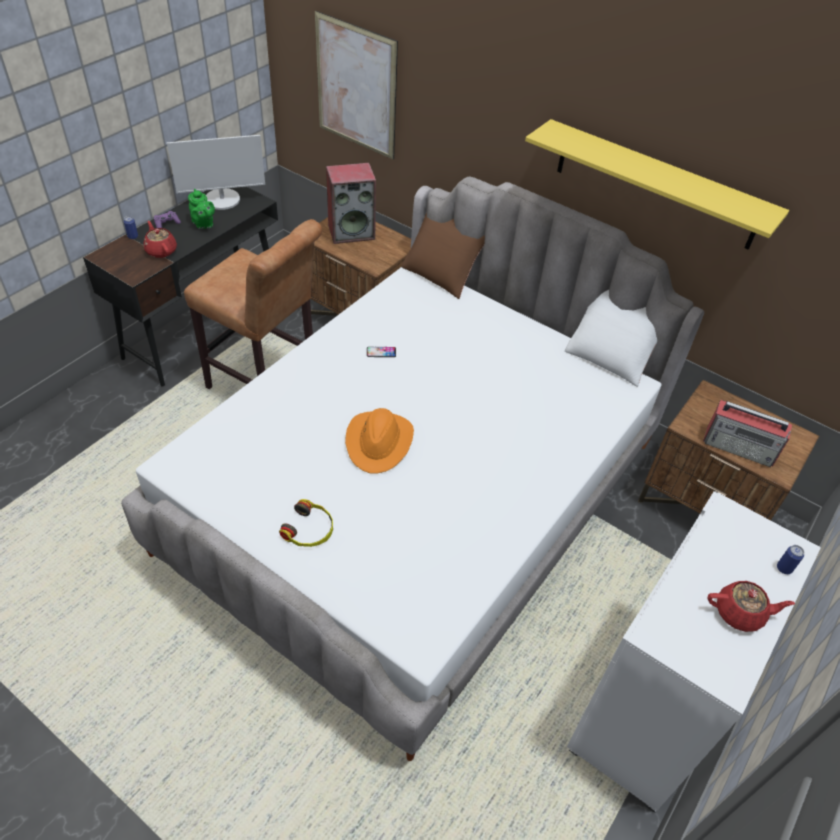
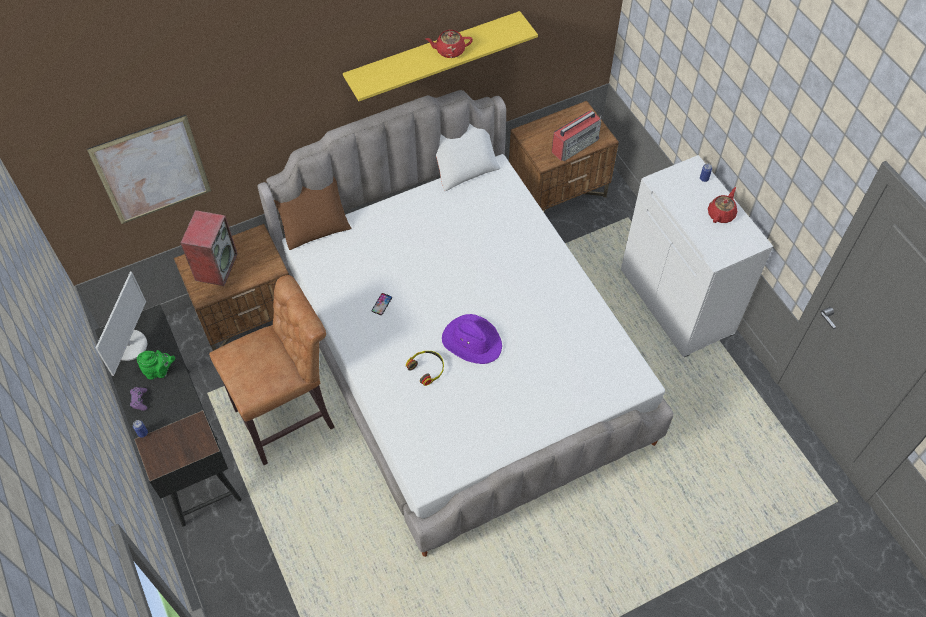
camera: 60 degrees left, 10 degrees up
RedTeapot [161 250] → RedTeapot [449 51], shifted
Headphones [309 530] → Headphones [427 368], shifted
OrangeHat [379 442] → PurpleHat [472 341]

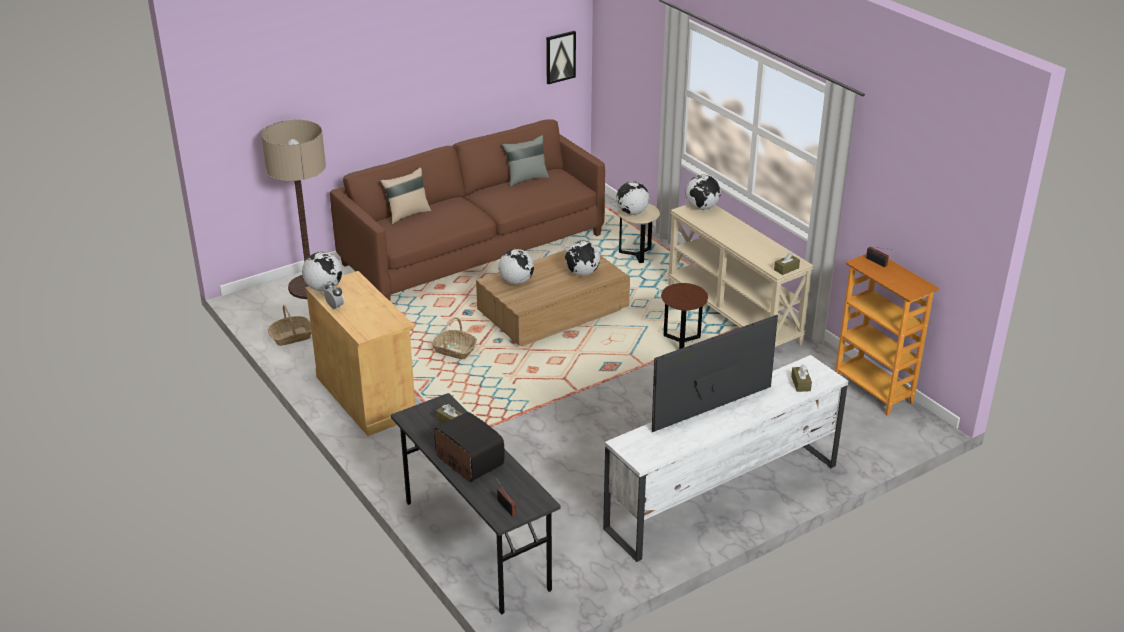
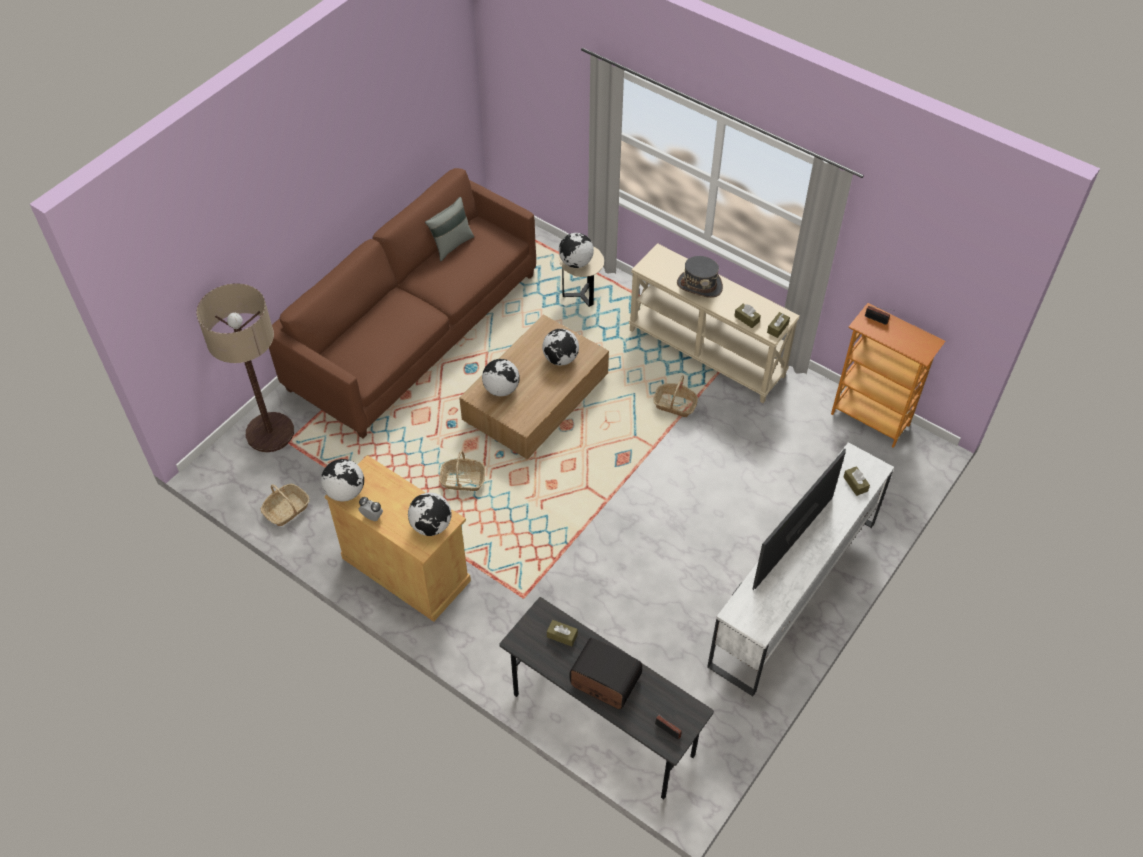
camera: 20 degrees left, 20 degrees up
BeigePillow [407 214] → -
Picture [560 57] → -
BrownSideTable [681 342] → Basket [675 405]
Globe [702 208] → Globe [431 526], shifted
- → GreyHat [699 285]
- → BrownTissueBox [746 319]

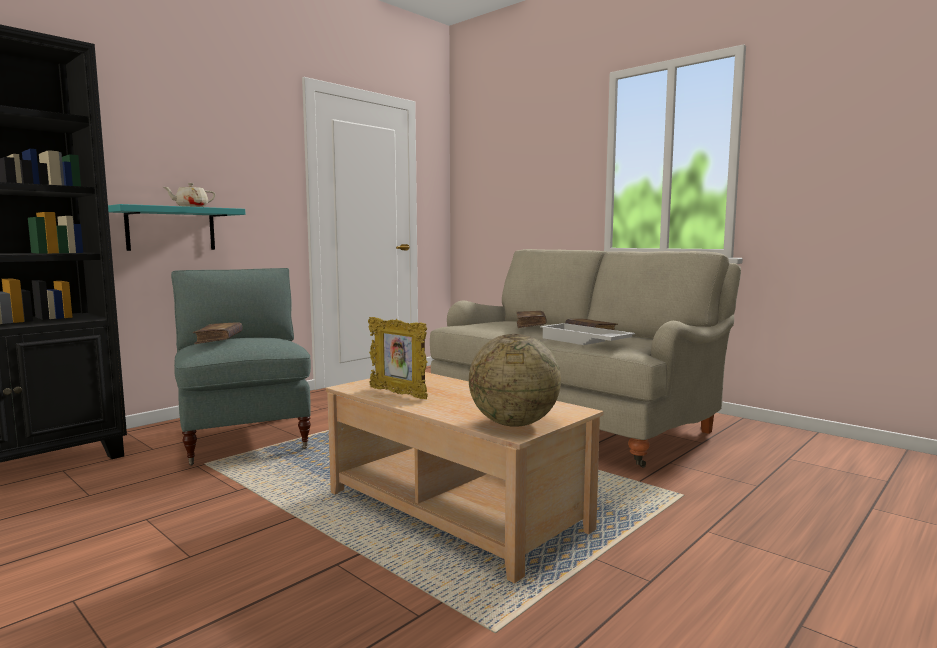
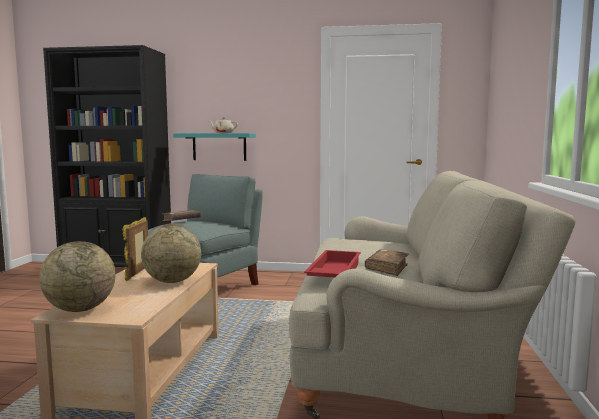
camera: 55 degrees right, 0 degrees up
BrownBook [530 325] → -
WhiteTray [583 341] → RedTray [333 273]
- → Globe [172 281]

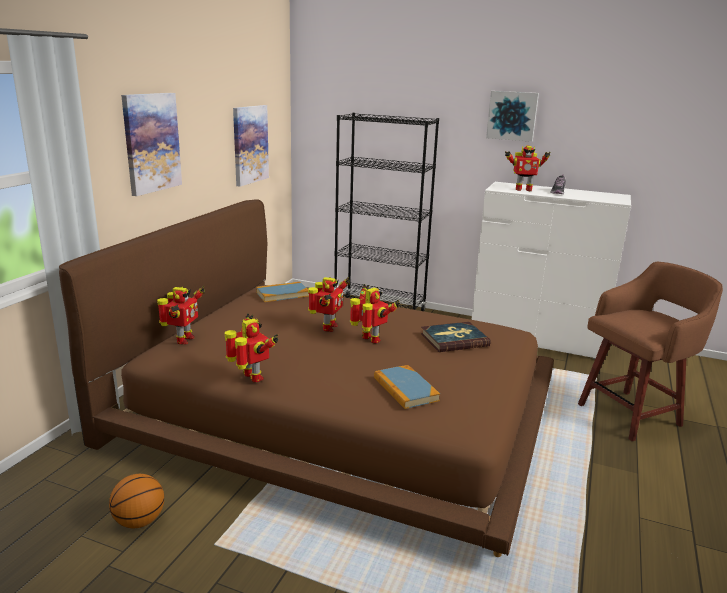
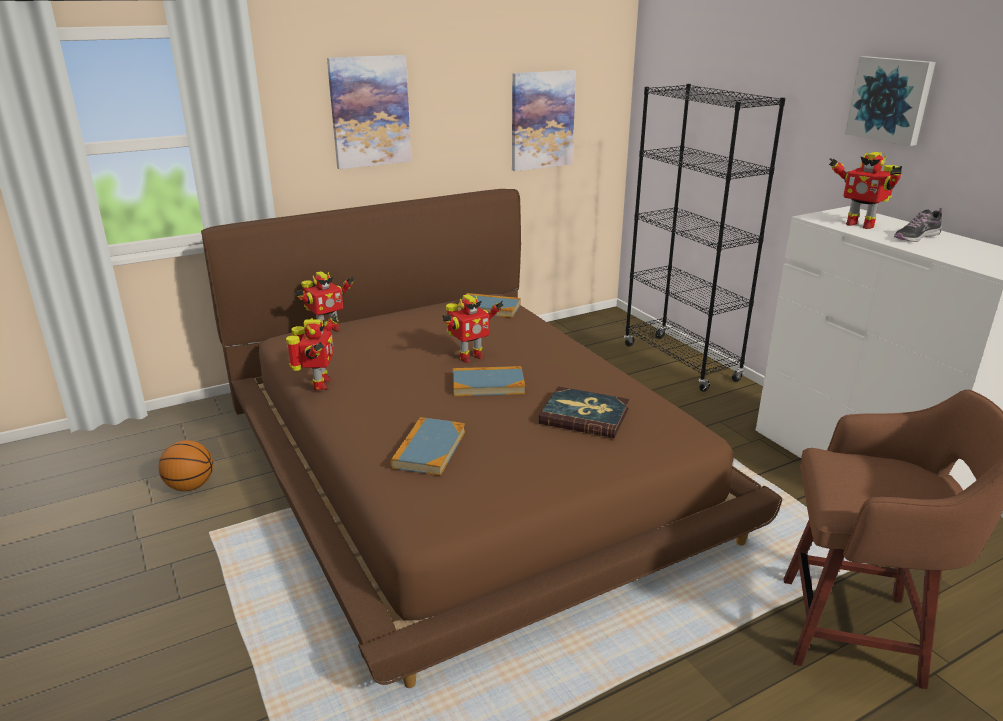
camera: 40 degrees right, 5 degrees up
ToyRobot [370 340] → Book [488 384]

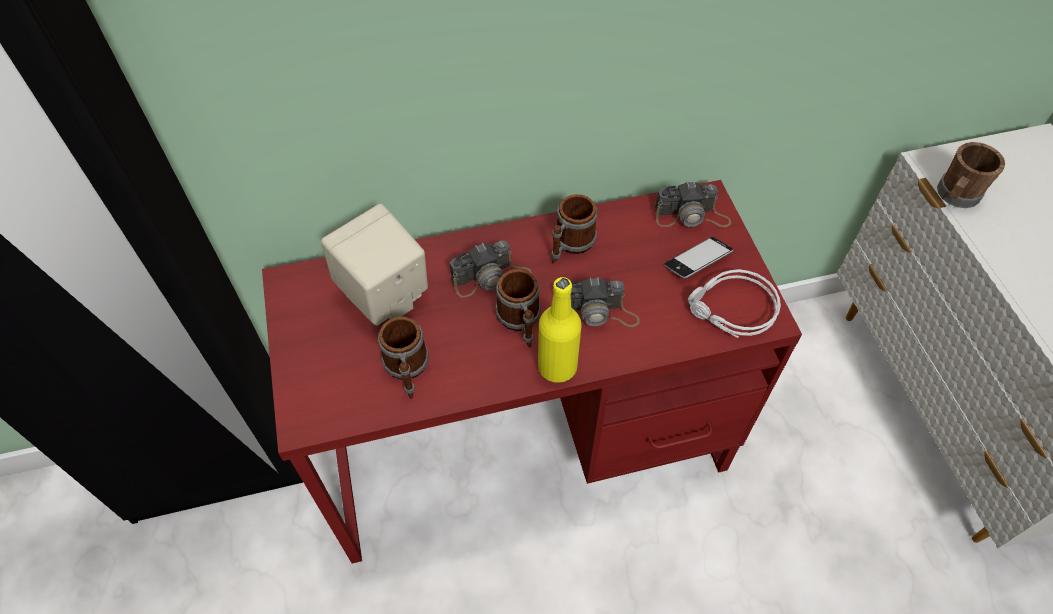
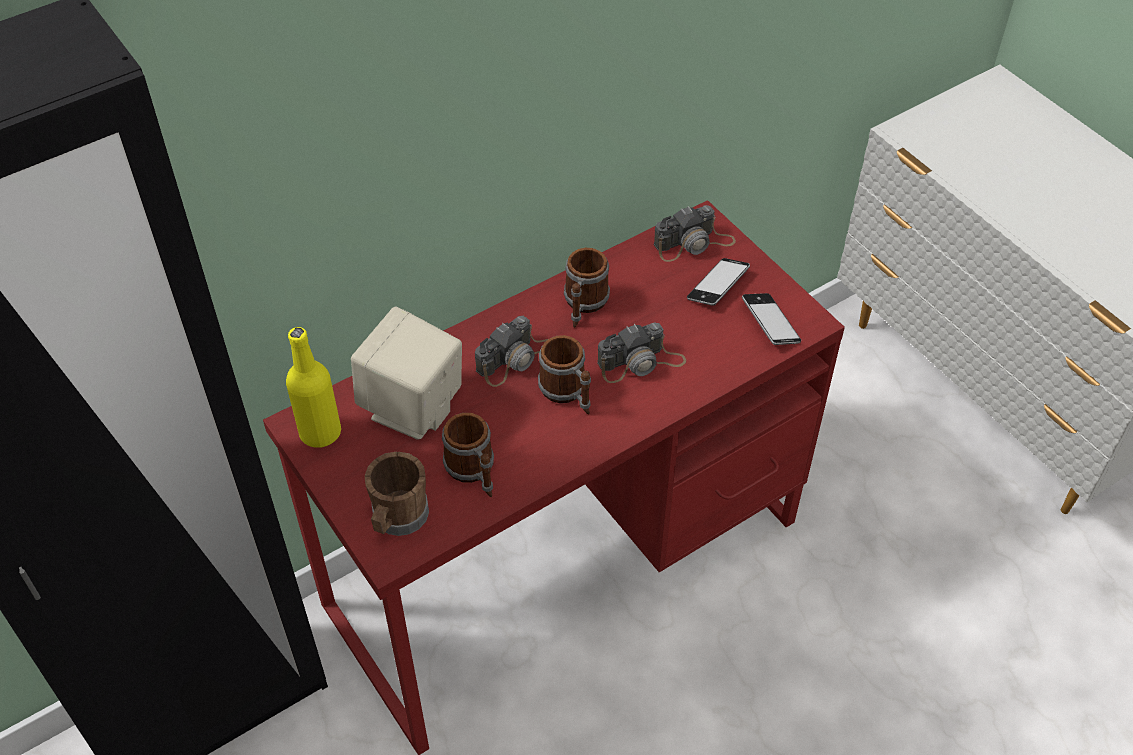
camera: 20 degrees left, 5 degrees down
YellowBottle [557 367] → YellowBottle [320 432], shifted
GreyHeadphones [731 310] → Phone [770 323]
BrownMug [955 196] → BrownMug [398 518], shifted

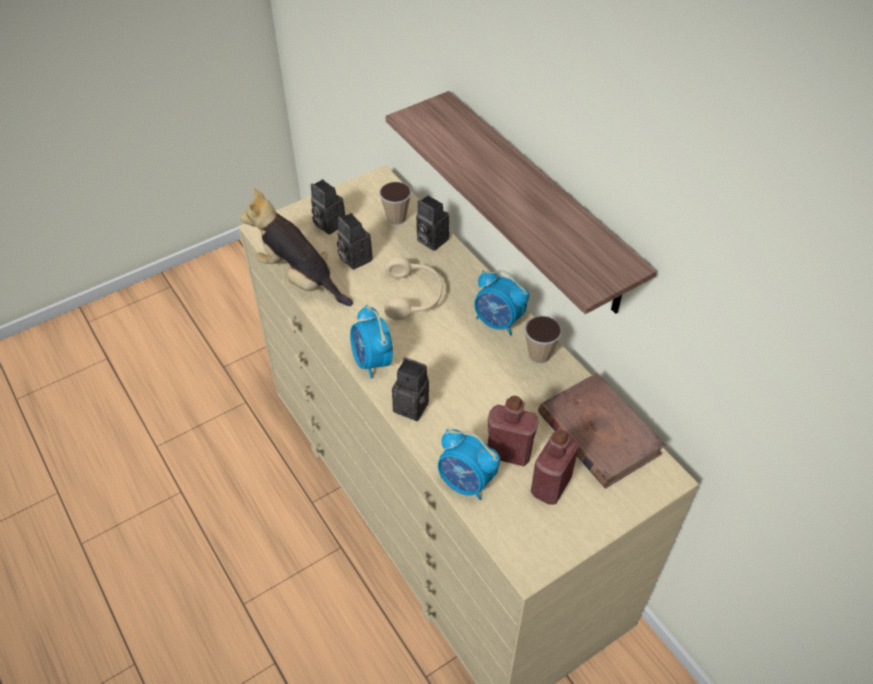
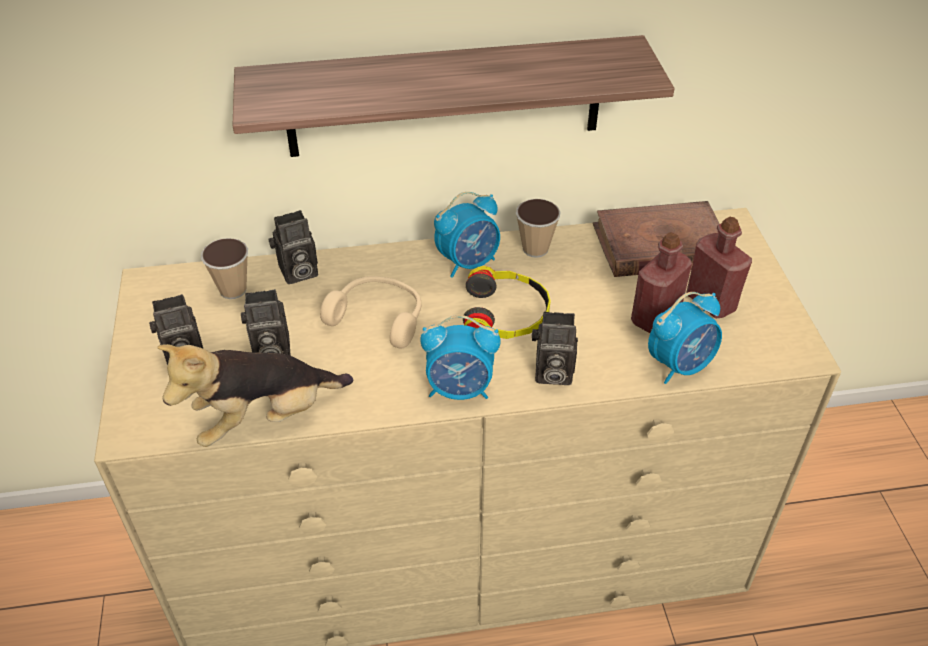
camera: 65 degrees left, 5 degrees down
PhotoCamera [413 406] → PhotoCamera [551 373], 135 degrees counterclockwise
- → Headphones [506 314]

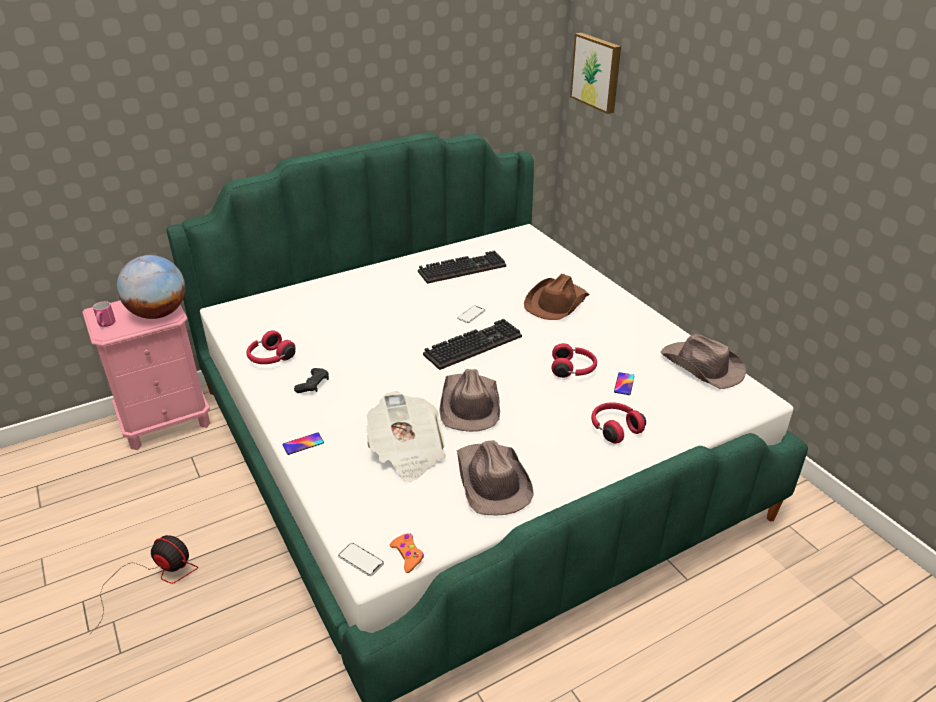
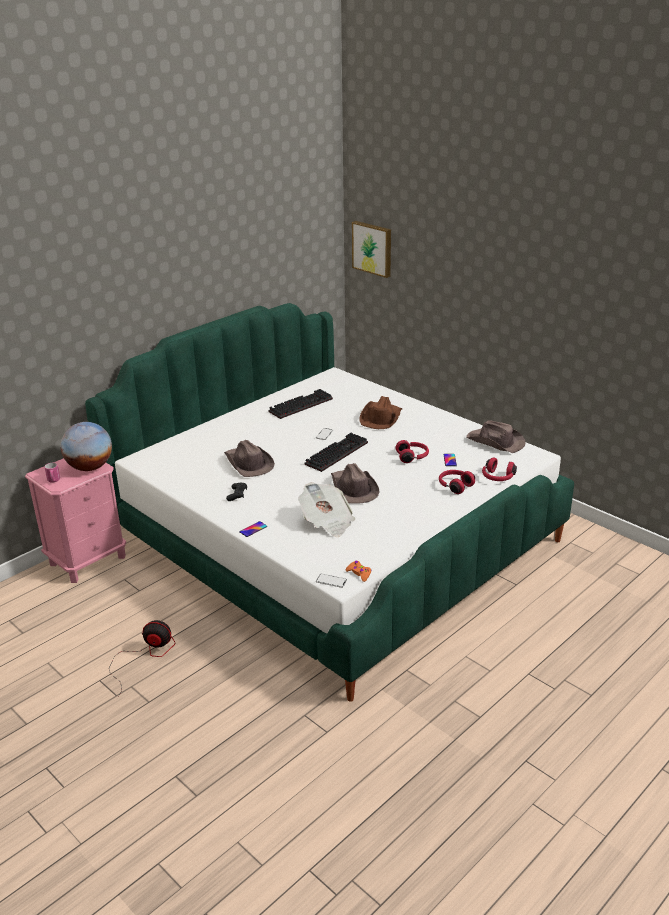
camera: 15 degrees left, 5 degrees down
RedHeadphones [270 358] → RedHeadphones [497 478], shifted
BrownHat [491 481] → BrownHat [248 463], shifted

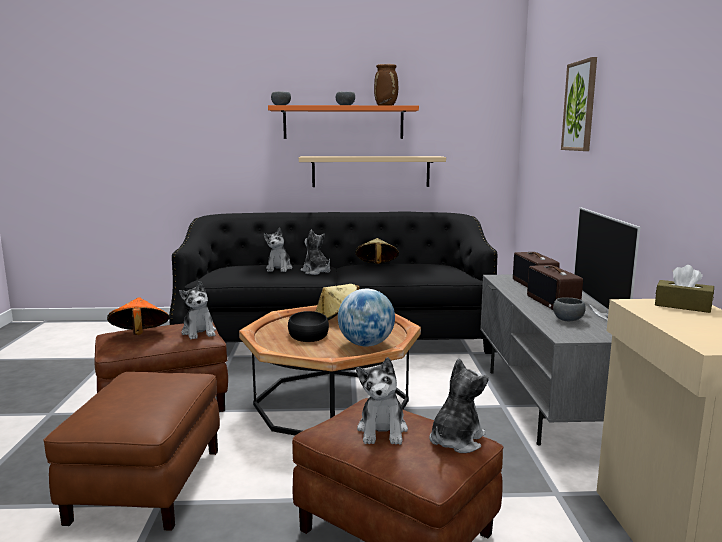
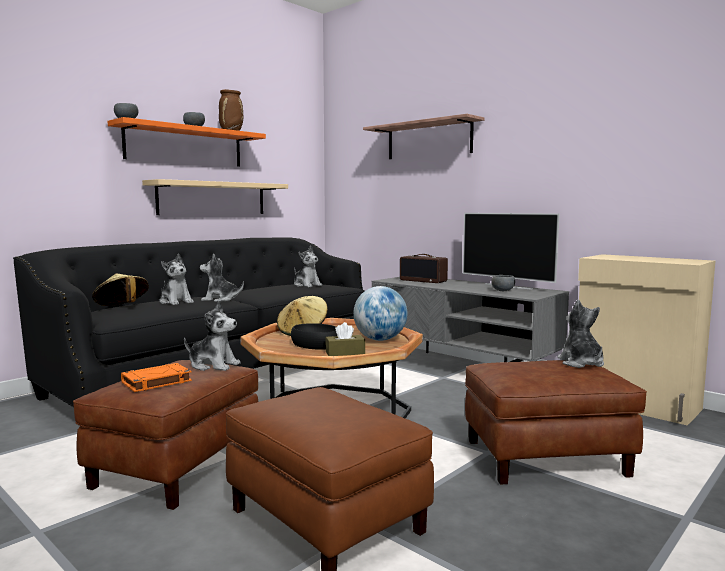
camera: 45 degrees left, 5 degrees down
OrangeHat [139 335] → OrangeBook [156 382]
BeigeHat [376 266] → BeigeHat [122 307], shifted
PlushToy [382 430] → PlushToy [307 285], shifted
Radio [553 303] → -
Picture [580 106] → Shelf [429 140]
BrownTissueBox [682 306] → BrownTissueBox [345 353], shifted

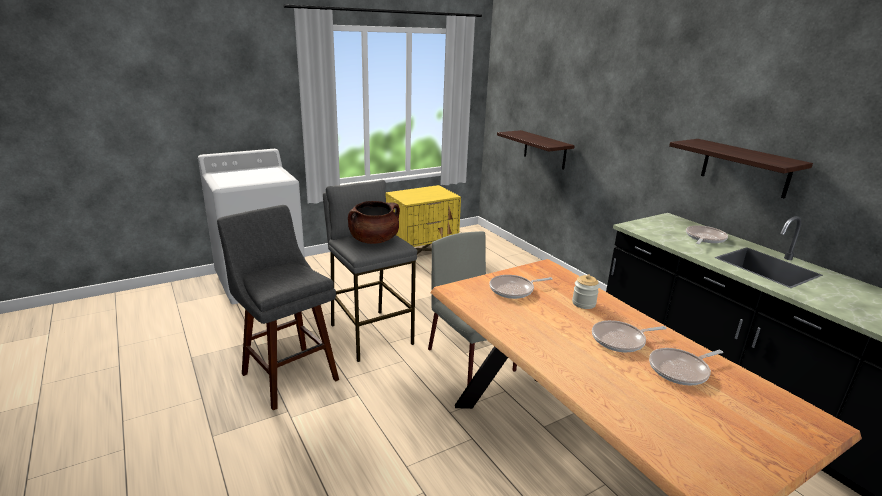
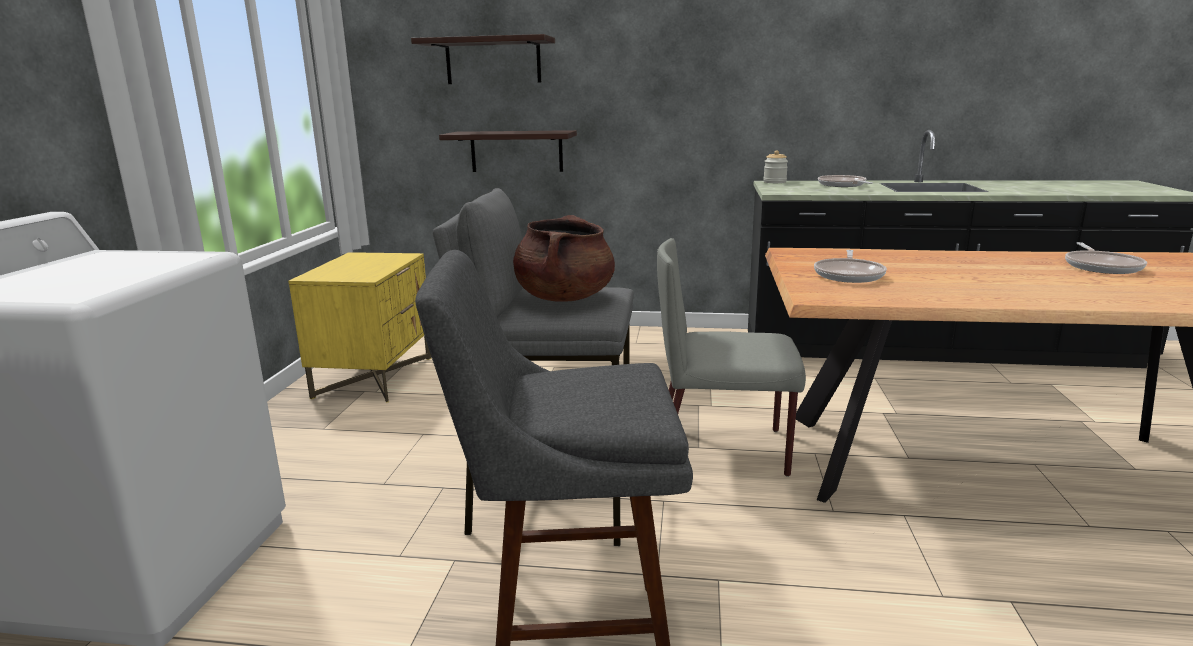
camera: 50 degrees left, 5 degrees down
Jar [583 303] → Jar [774 182], shifted
FryingPan [621 340] → -
Shelf [745 168] → Shelf [493 61], shifted

